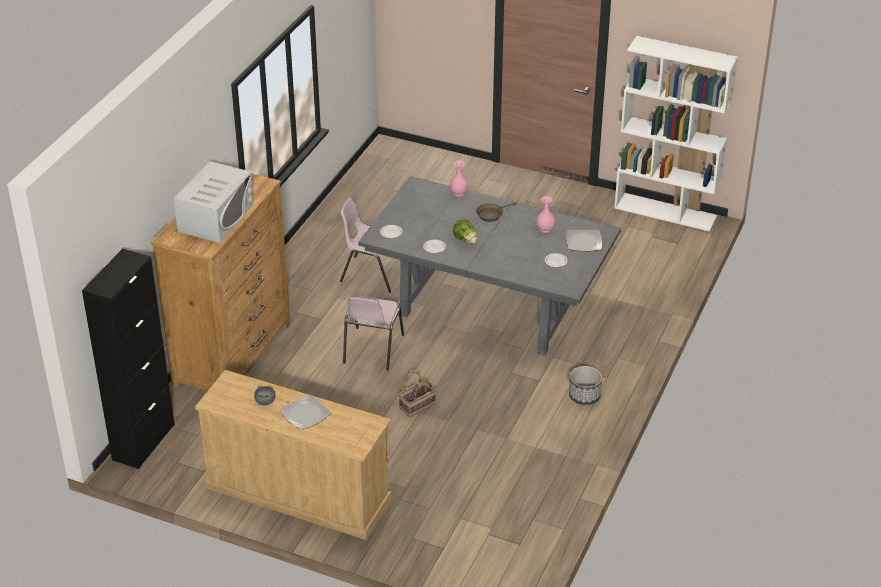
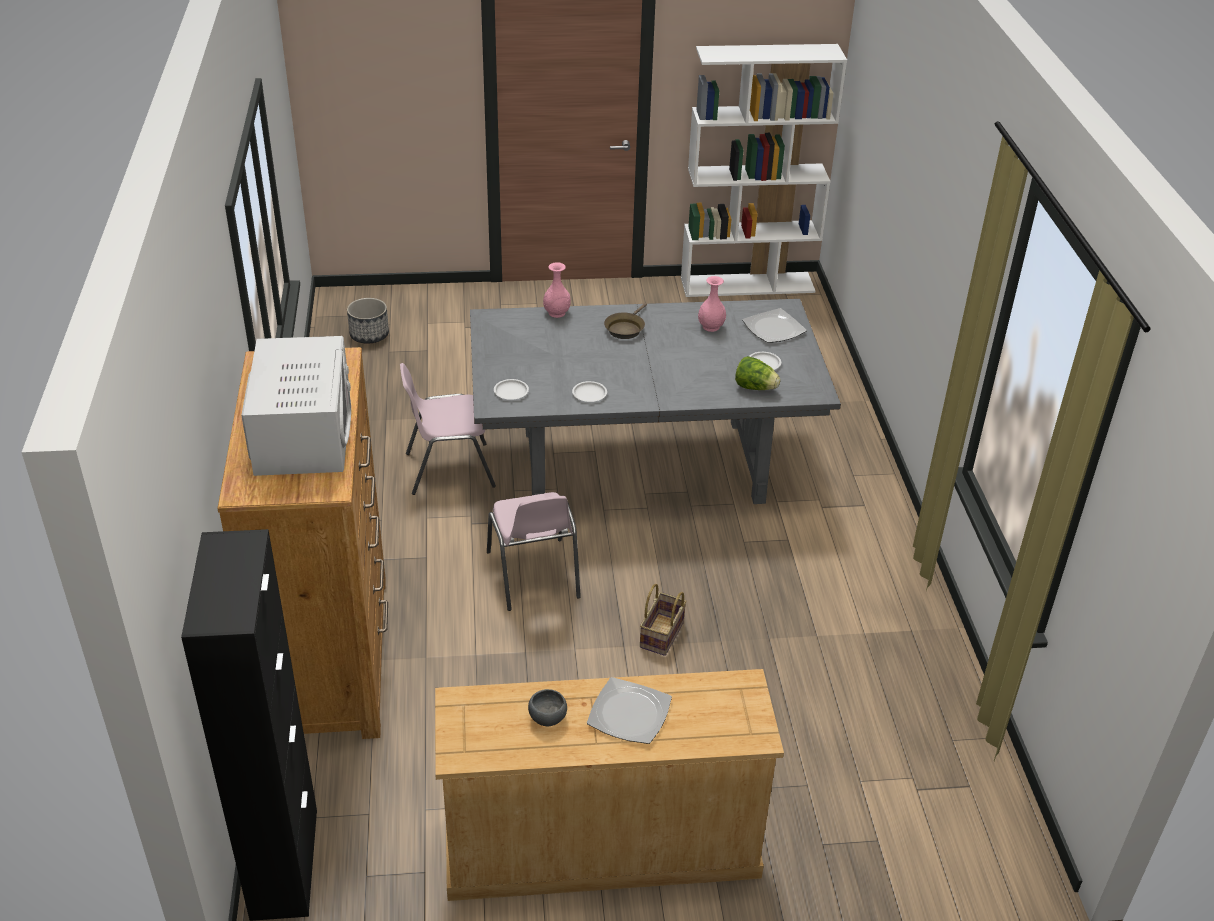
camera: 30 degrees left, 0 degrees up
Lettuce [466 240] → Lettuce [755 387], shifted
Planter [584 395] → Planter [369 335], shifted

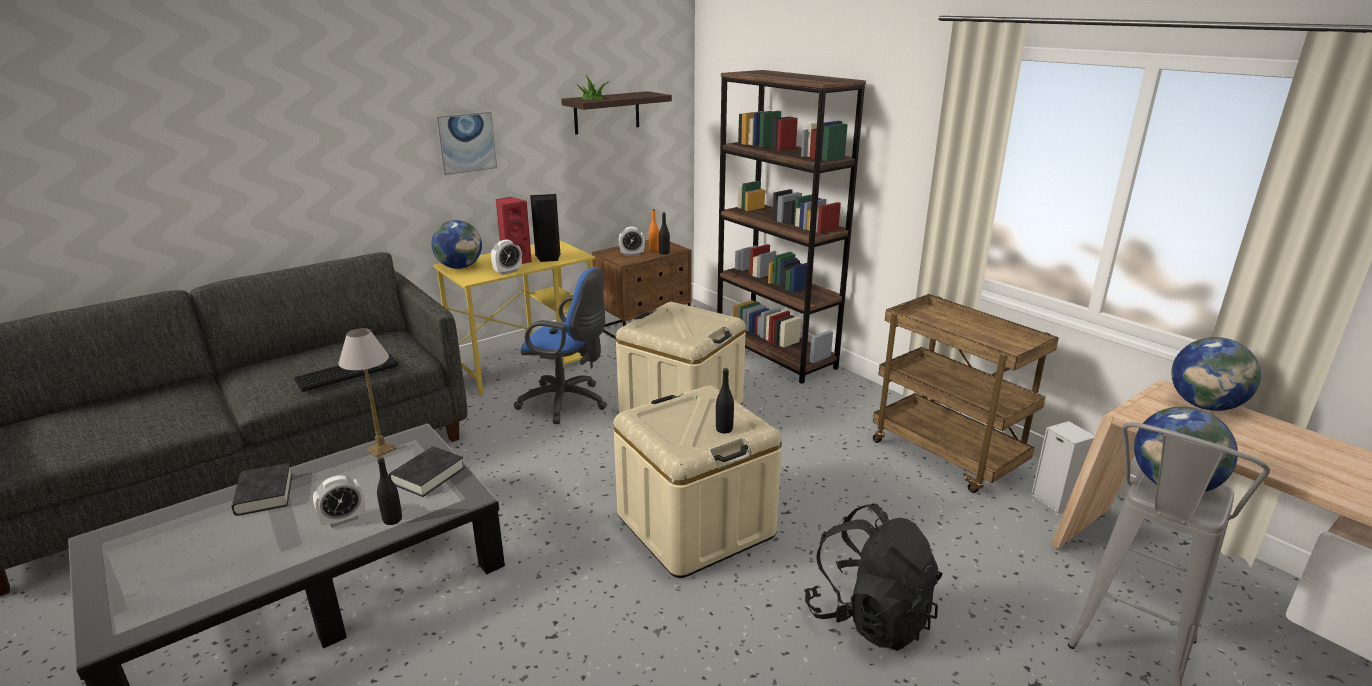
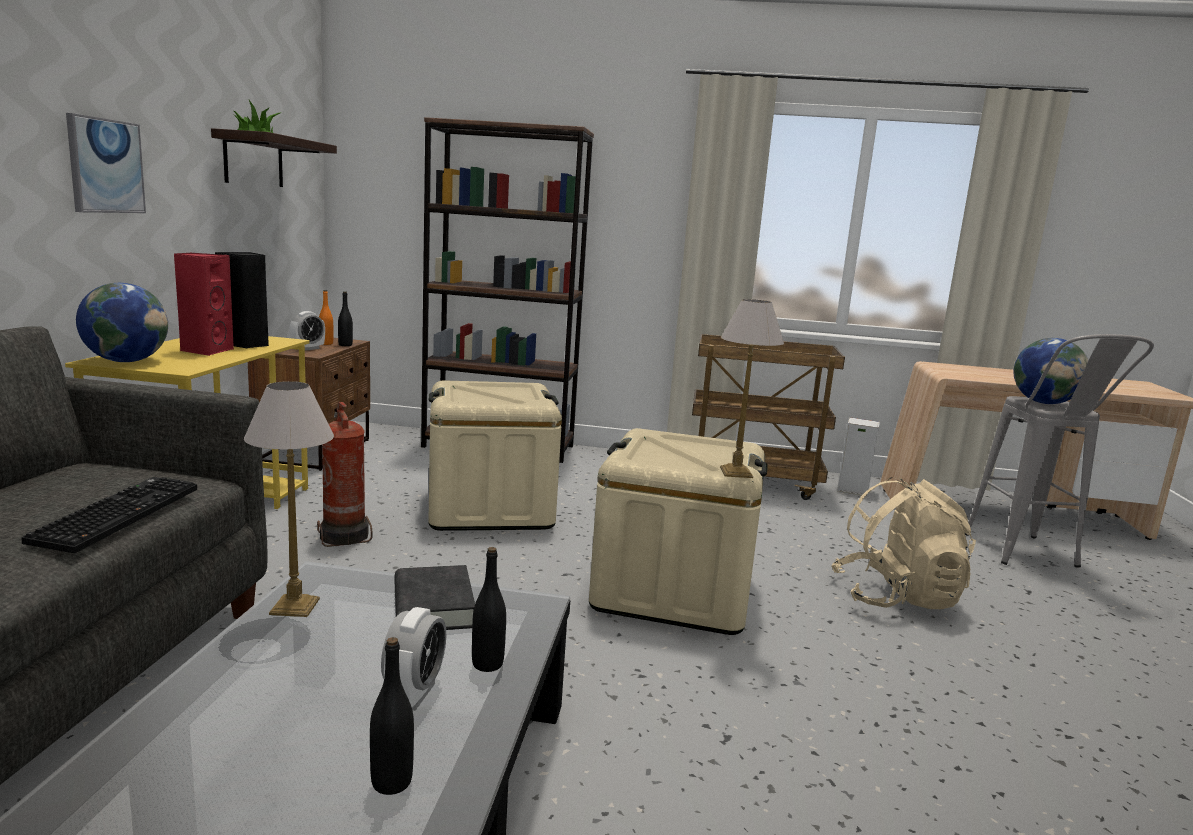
camera: 45 degrees left, 10 degrees down
BlackBook [264 494] → -
AlarmClock [508 271] → -
BlueOfficeChair [567 403] → FireExtinguisher [345 536]
BlackBottle [724 429] → BlackBottle [391 782], shifted
BlackBackpack [869 617] → BeigeBackpack [896 597]
Globe [1204 406] → -
- → TableLamp [735 472]

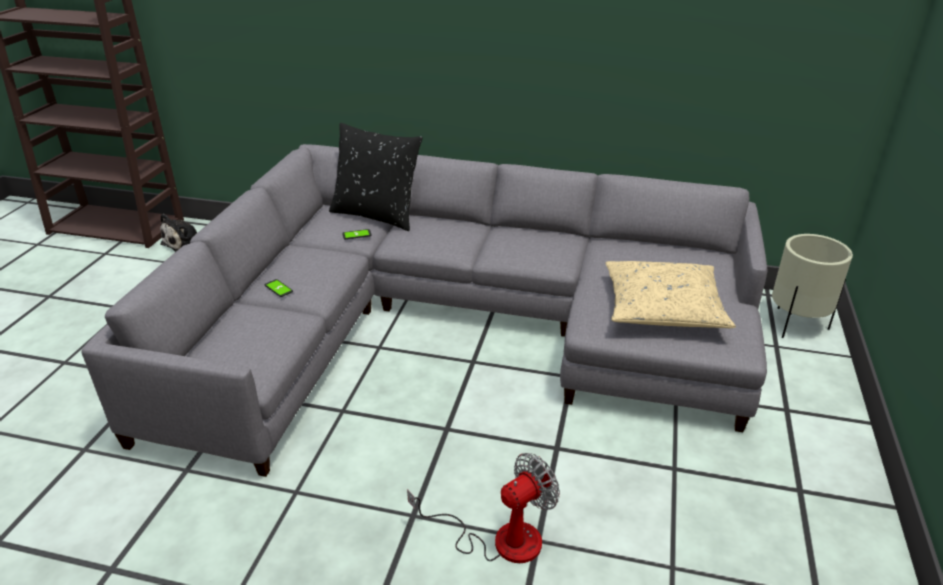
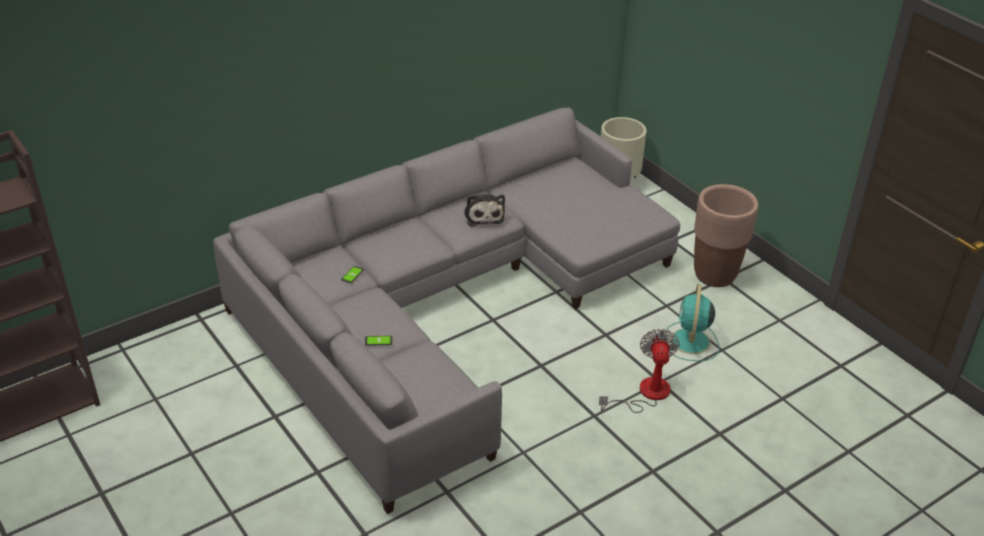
camera: 50 degrees left, 5 degrees up
PlushToy [185 243] → PlushToy [483 215], shifted
BlackPillow [377 215] → -
BeigePillow [663 307] → -
- → TurquoiseFan [690 342]
- → BrownPlanter [715 275]

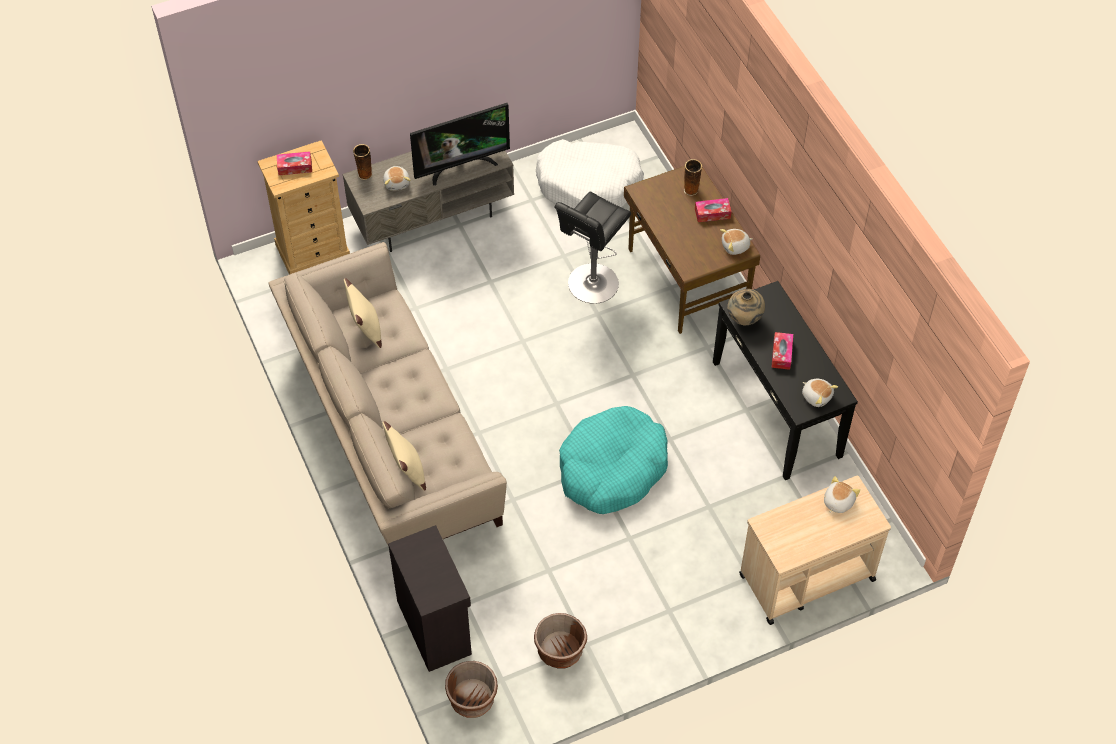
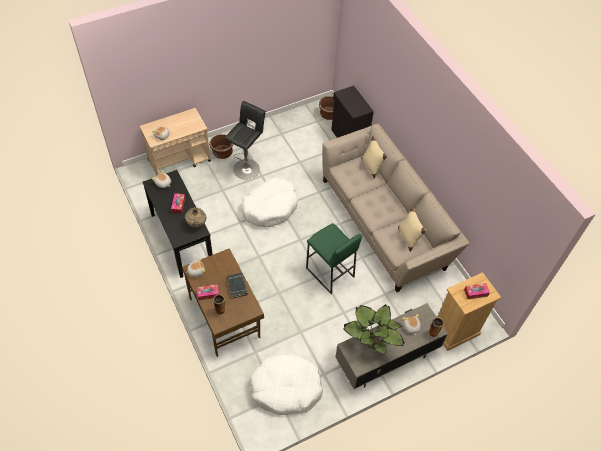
camera: 175 degrees right, 0 degrees up
Television [461 166] → PottedPlant [371 341]
BrownPlanter [560 651] → BrownPlanter [222 153], shifted
BlackStool [591 286] → BlackStool [247 167], shifted
TurquoiseDogBed [612 468] → WhiteDogBed [270 207]
- → BlackBook [237 286]
- → GreenStool [329 273]

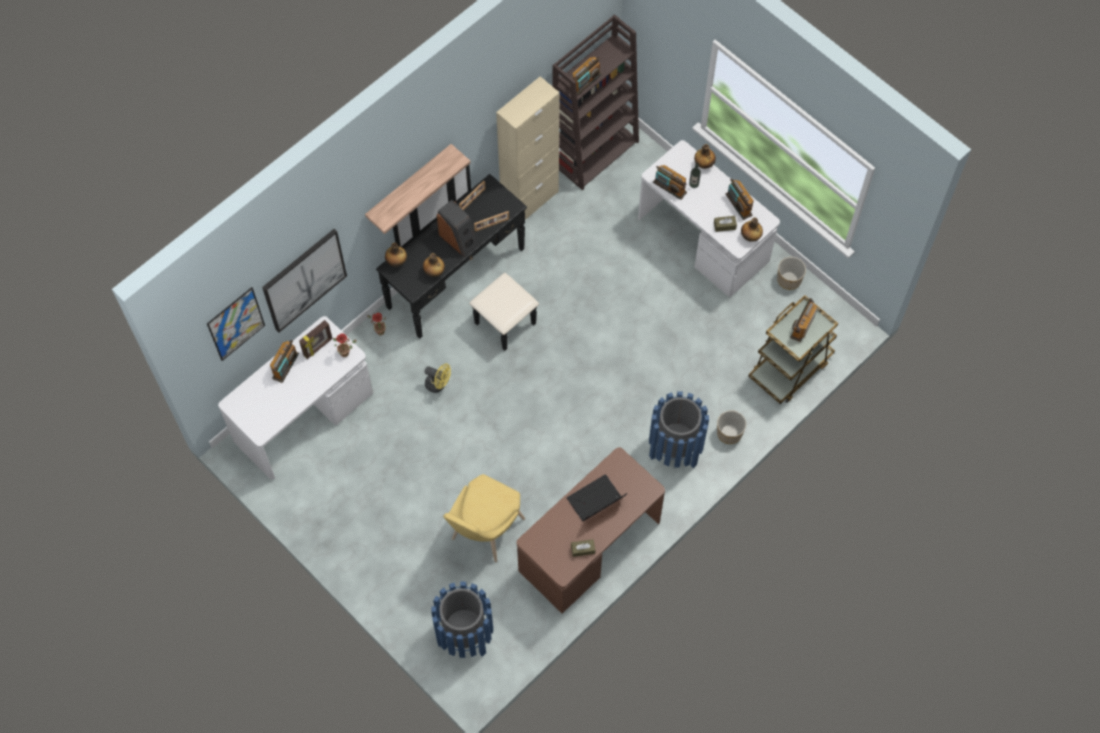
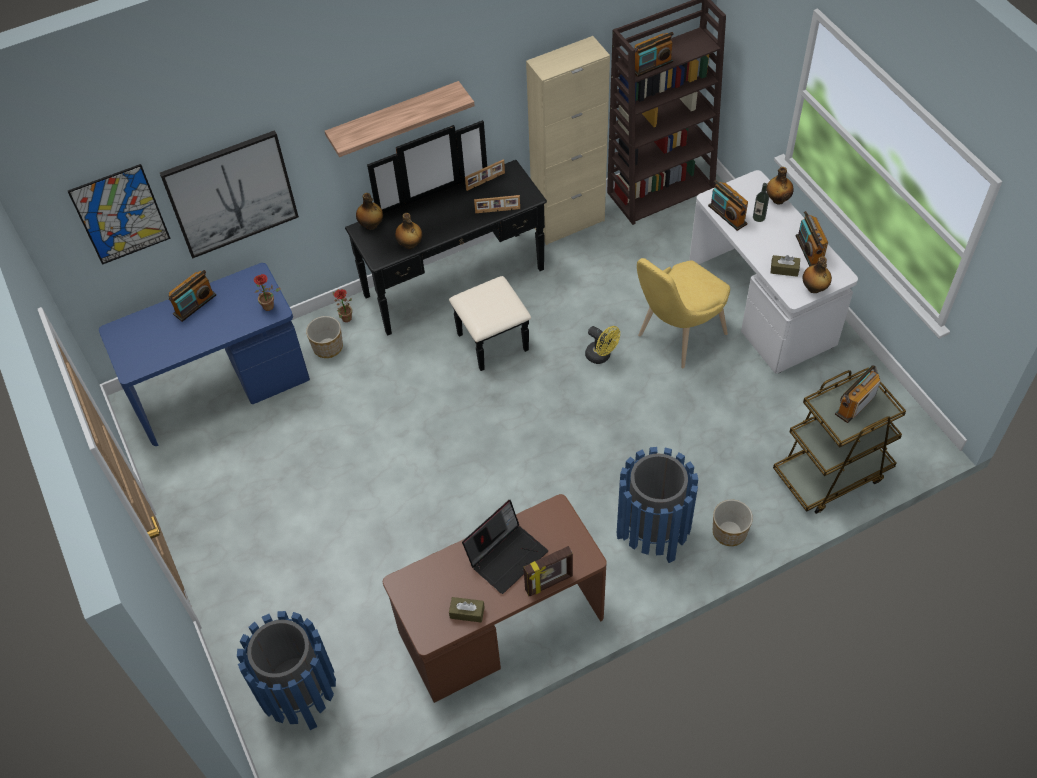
camera: 20 degrees right, 10 degrees down
WhiteDesk [303 415] → BlueDesk [222 386]
PictureFrame [318 347] → PictureFrame [549 583], shifted
YellowFan [438 385] → YellowFan [601 356], shifted
Speaker [458 239] → -
YellowChair [484 532] → YellowChair [677 337], shifted
Laptop [595 502] → Laptop [507 555], 150 degrees clockwise
Planter [789 279] → Planter [328 347], shifted

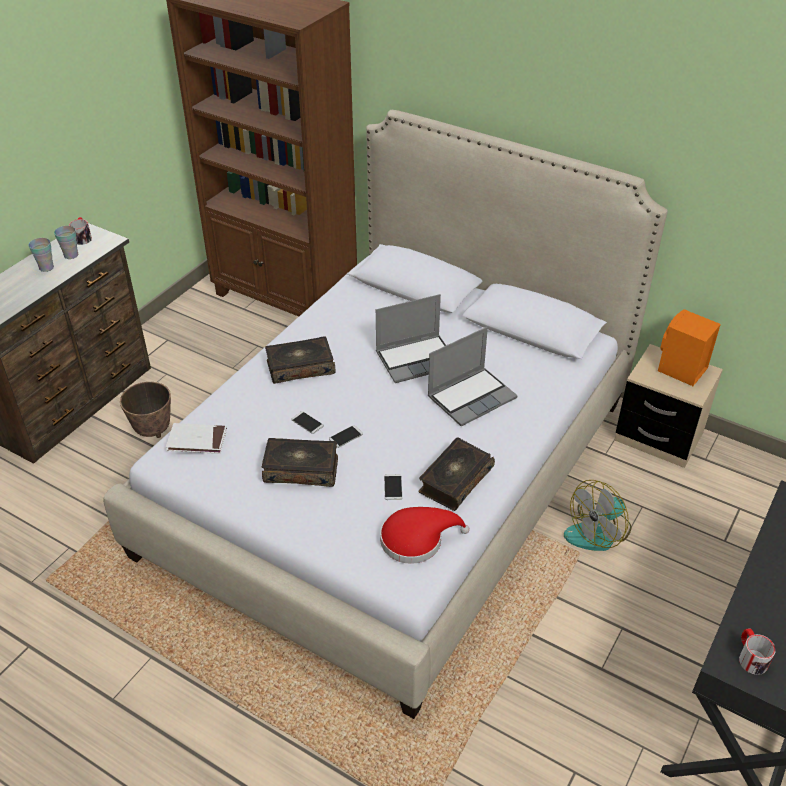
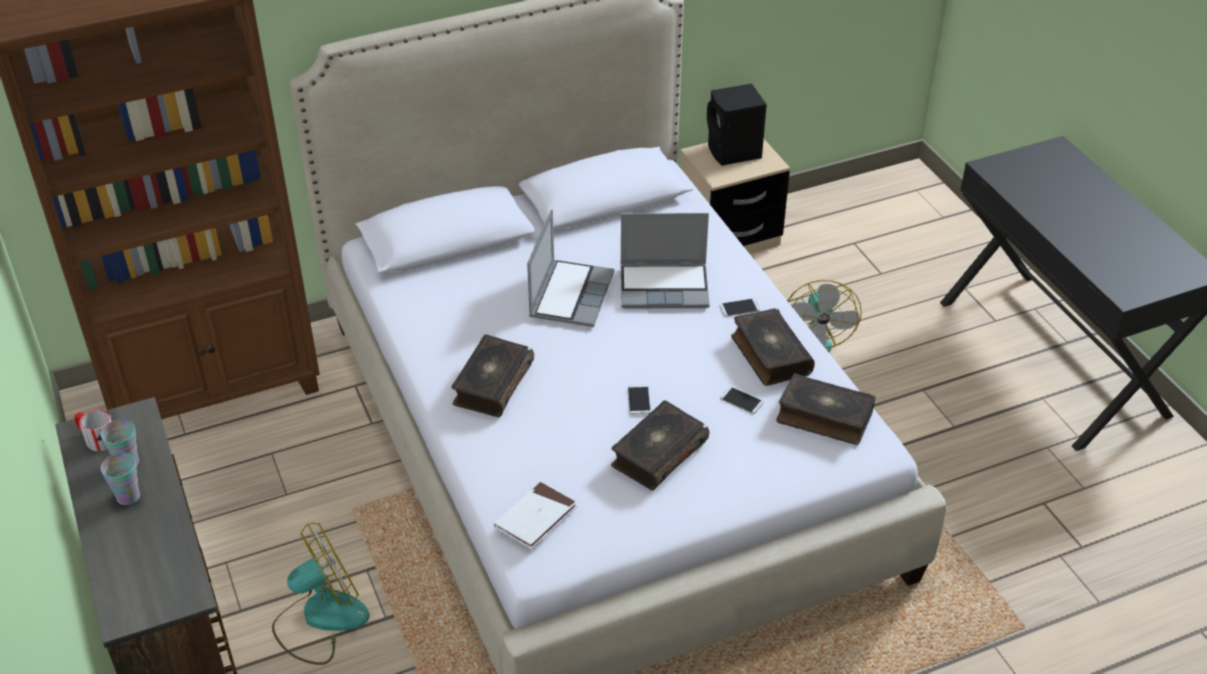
camera: 55 degrees left, 0 degrees up
Planter [153 430] → Fan [320 619]
Phone [307 423] → Phone [739 308], shifted
RedHat [416 539] → Book [824 417]
Laptop [472 397] → Laptop [665 286], 90 degrees clockwise
OrangeSpeaker [681 370] → BlackSpeaker [734 152]
Mug [750 657] → -

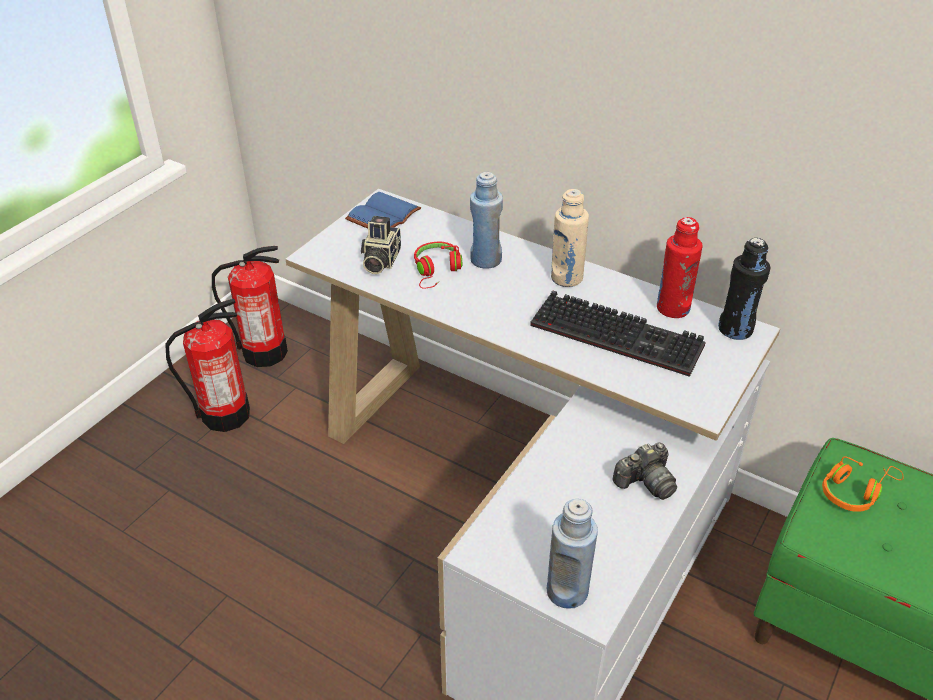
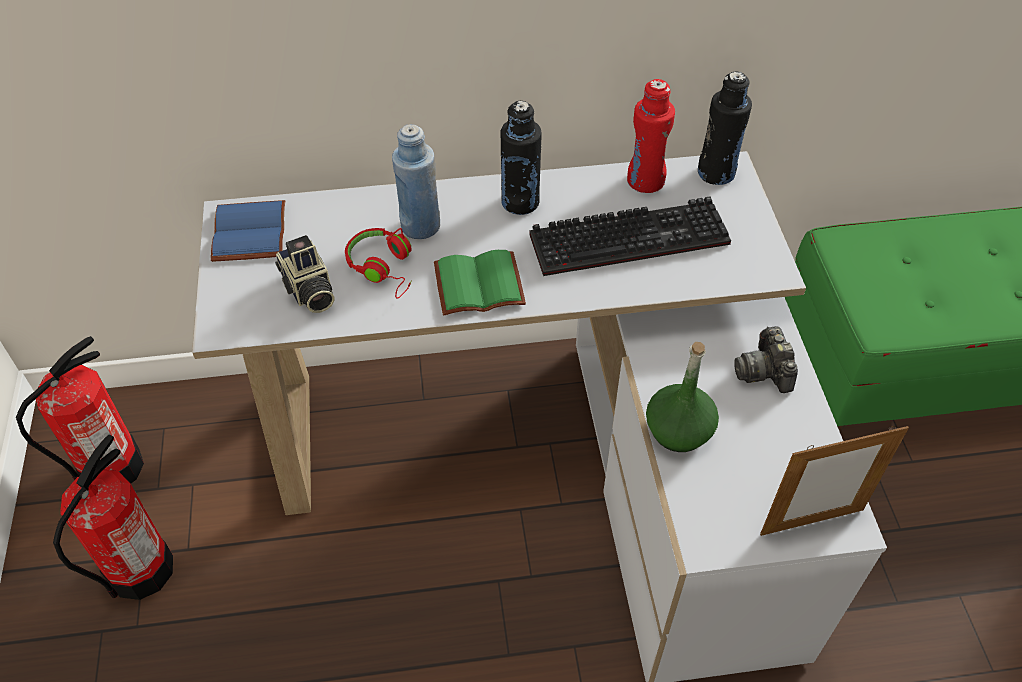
camera: 40 degrees left, 10 degrees up
BlueBottle [567 591] → PictureFrame [812 521]
BeigeBottle [566 278] → BlackBottle [520 202]
PhotoCamera [645 482] → PhotoCamera [765 371], 150 degrees clockwise
OrangeHeadphones [855 491] → -
- → GreenBook [478 287]
- → GreenBottle [679 430]

